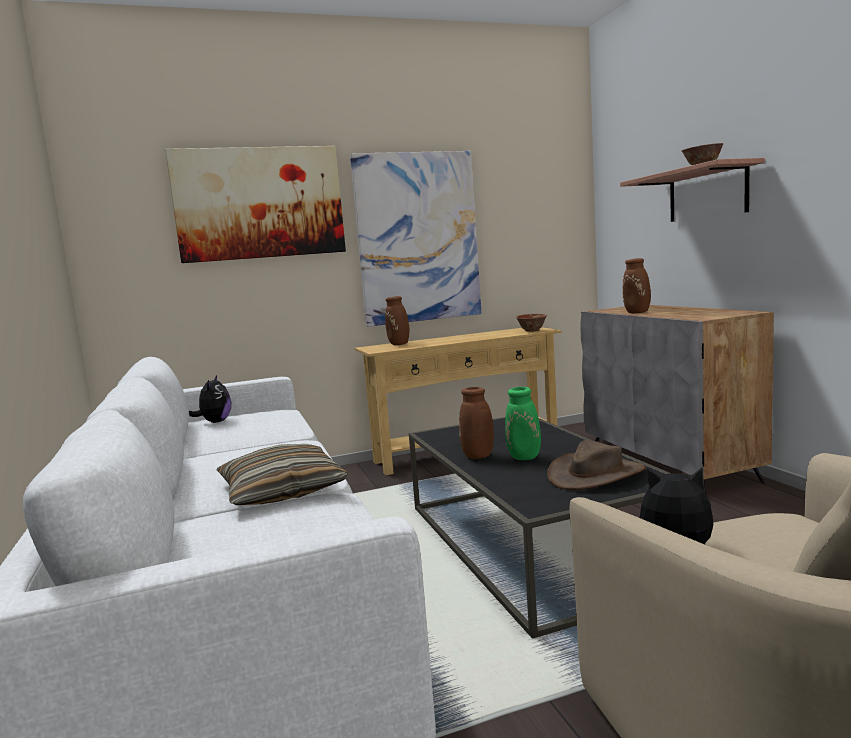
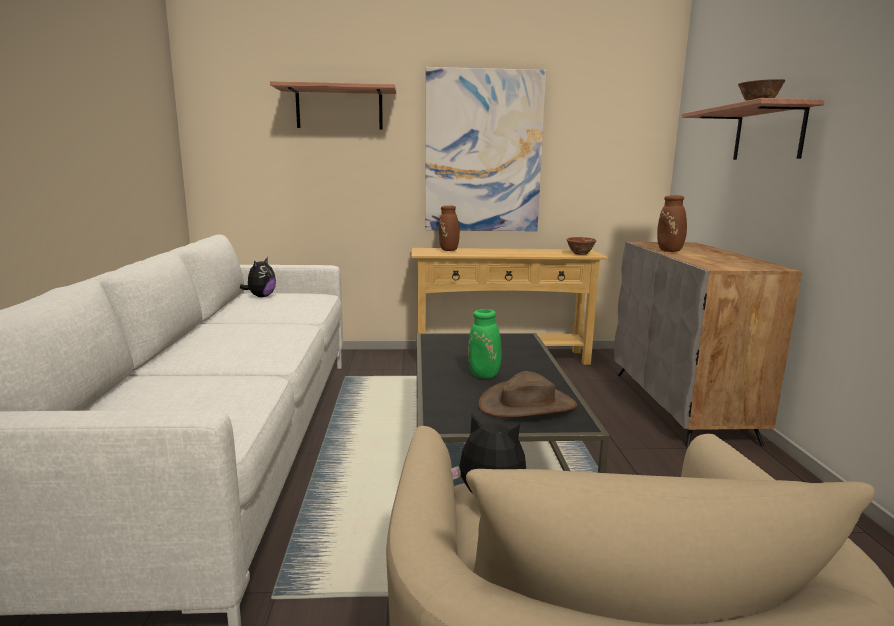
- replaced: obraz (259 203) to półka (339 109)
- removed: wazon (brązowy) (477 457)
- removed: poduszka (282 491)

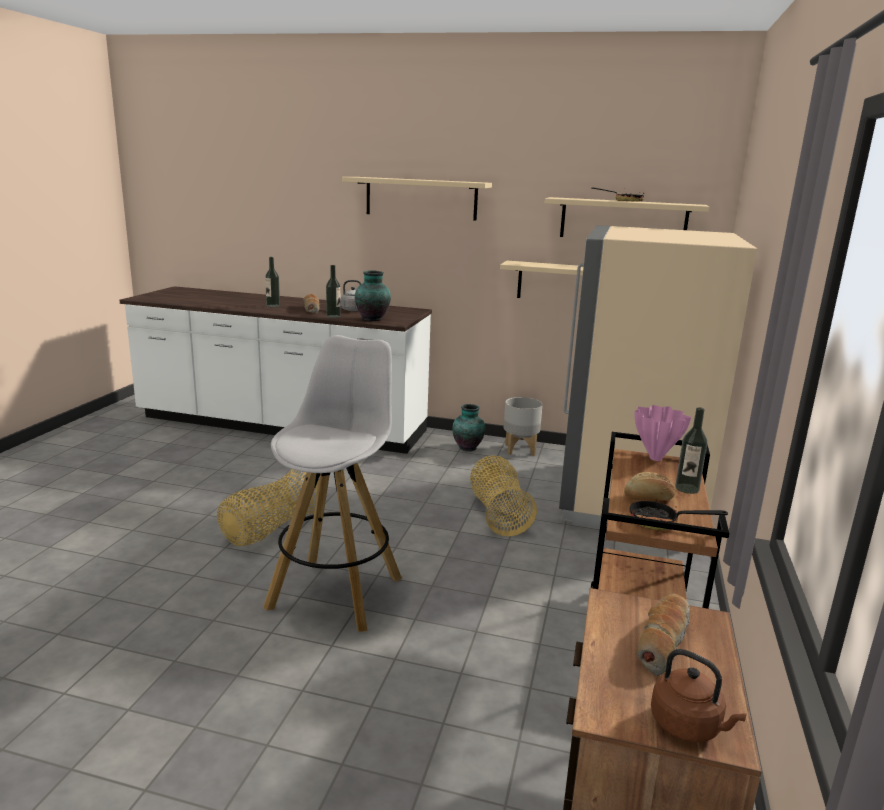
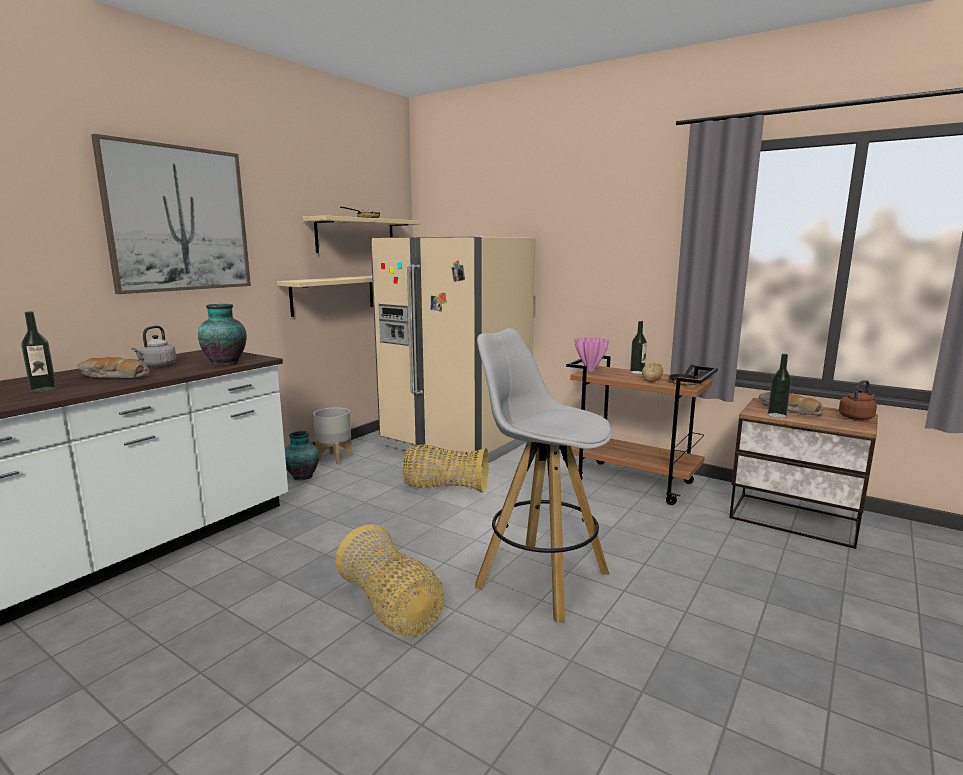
- replaced: półka (beżowy) (421 198) to obraz (178 219)
- moved: butelka (333 316) to (776 415)

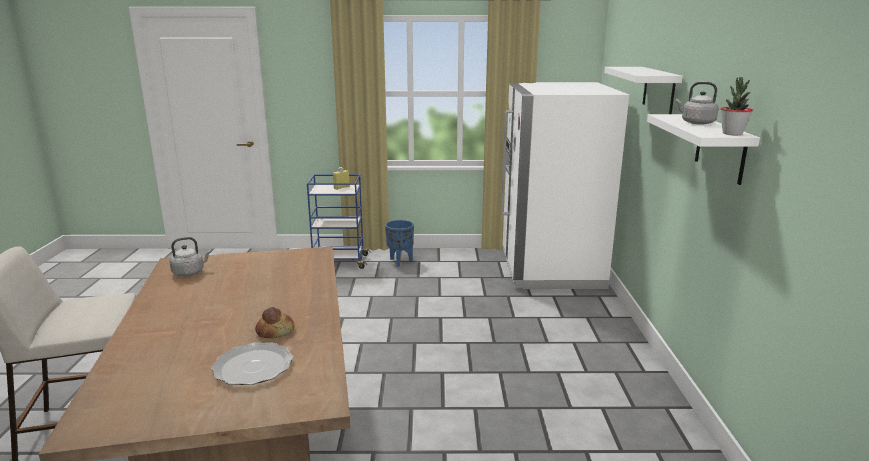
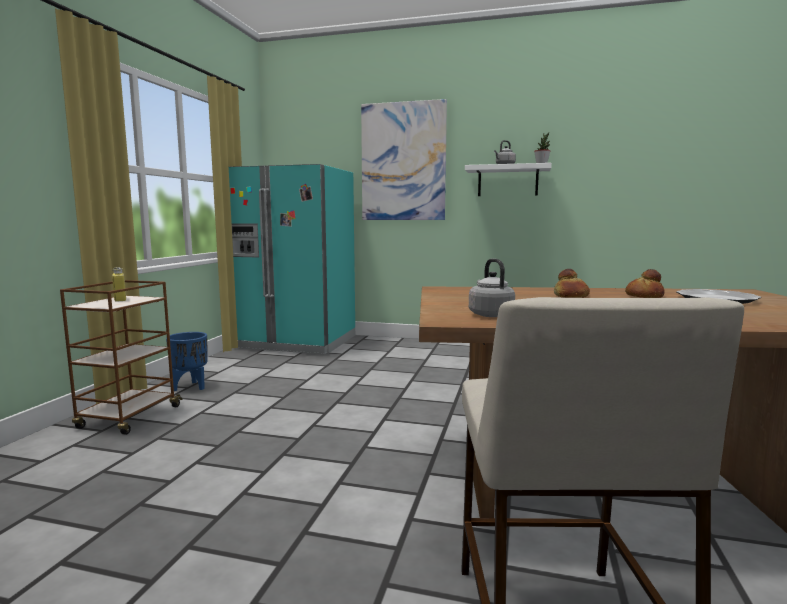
- replaced: półka (biały) (659 90) to obraz (403 162)
- recoloured: lodówka (biały) (549 268) to lodówka (turkusowy) (296 342)
- recoloured: wózek (niebieski) (339 261) to wózek (brązowy) (129 418)
- added: chleb (571 296)

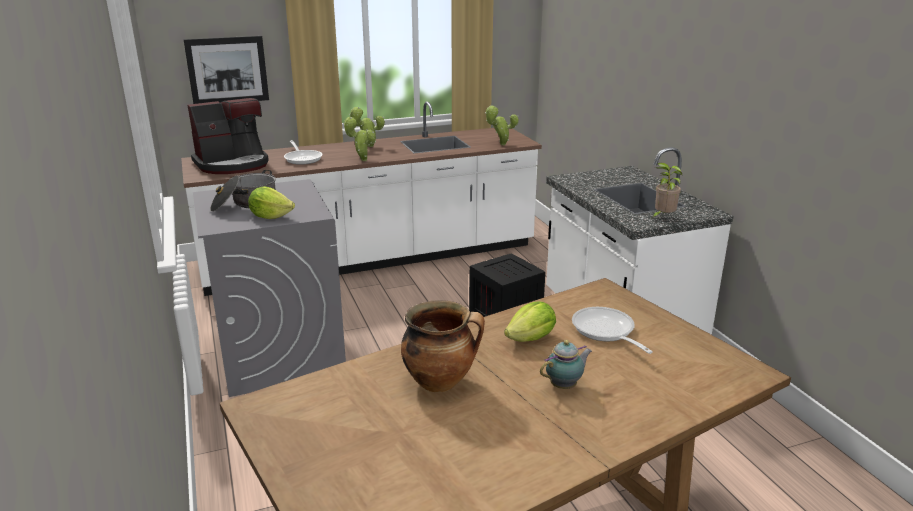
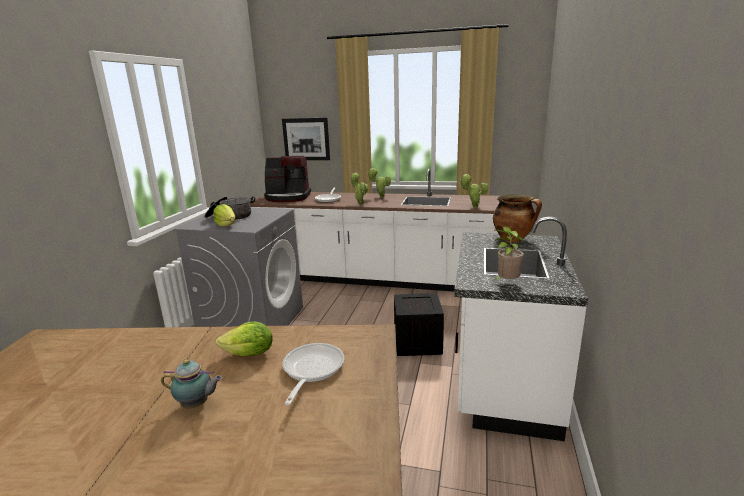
- moved: garnek (441 382) to (513 239)

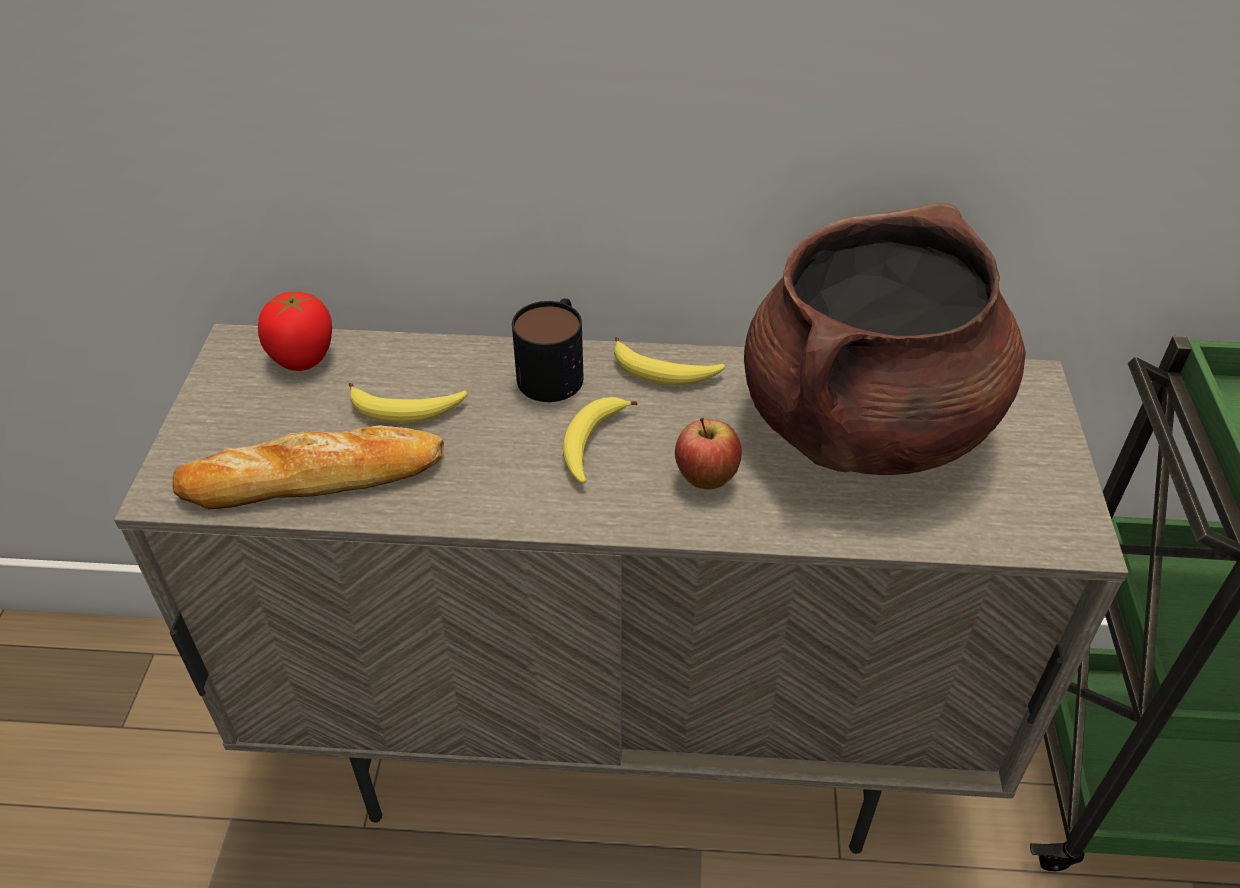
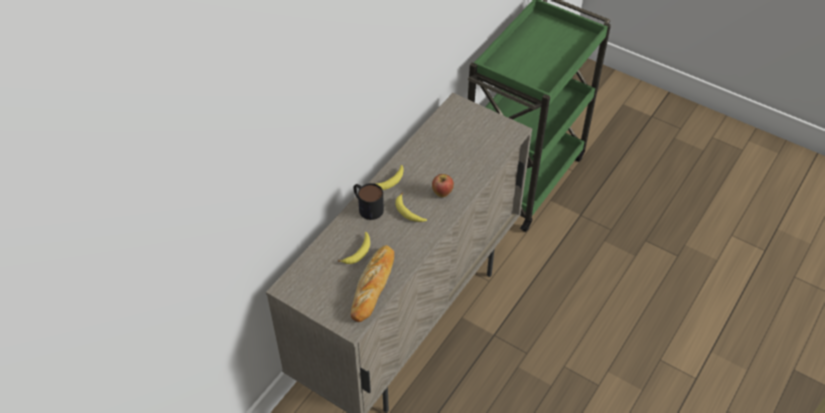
- removed: garnek (brązowy) (866 424)
- removed: pomidor (303 358)

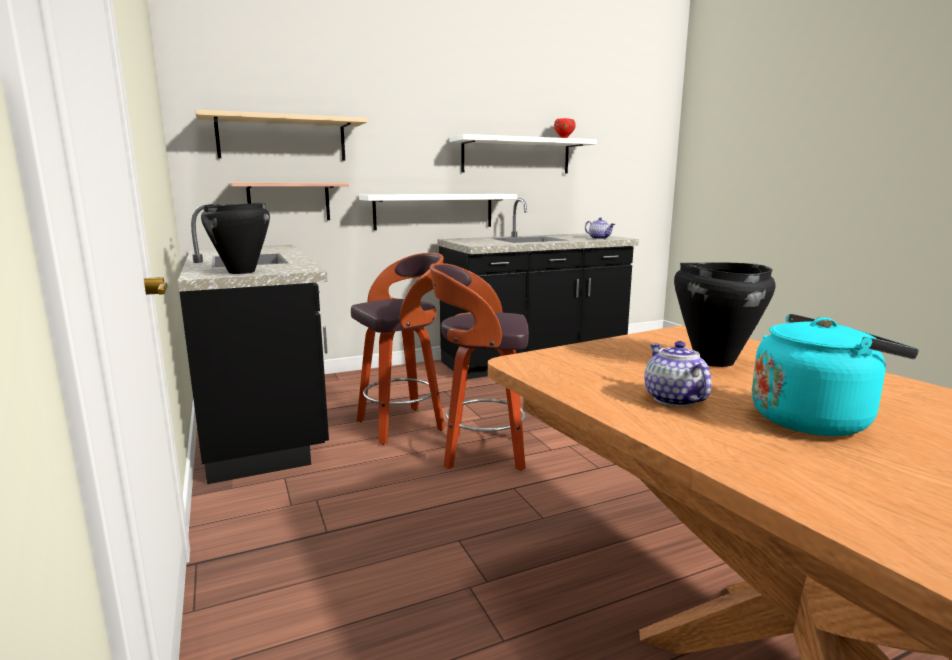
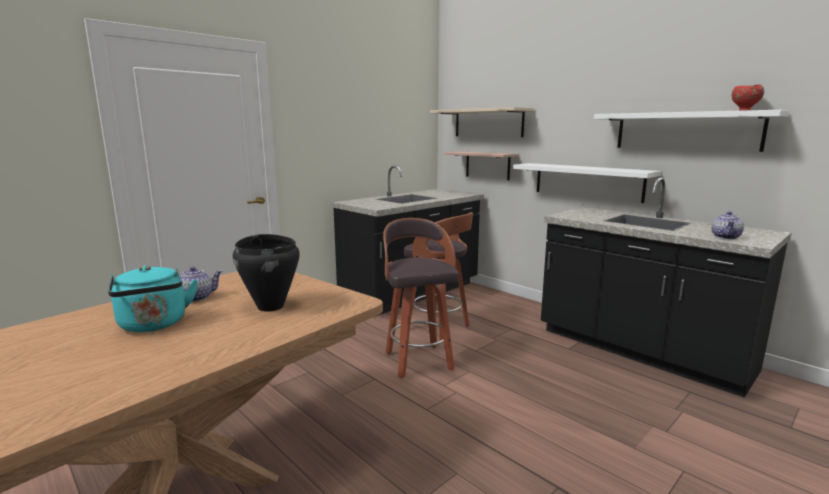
- removed: garnek (czarny) (241 272)

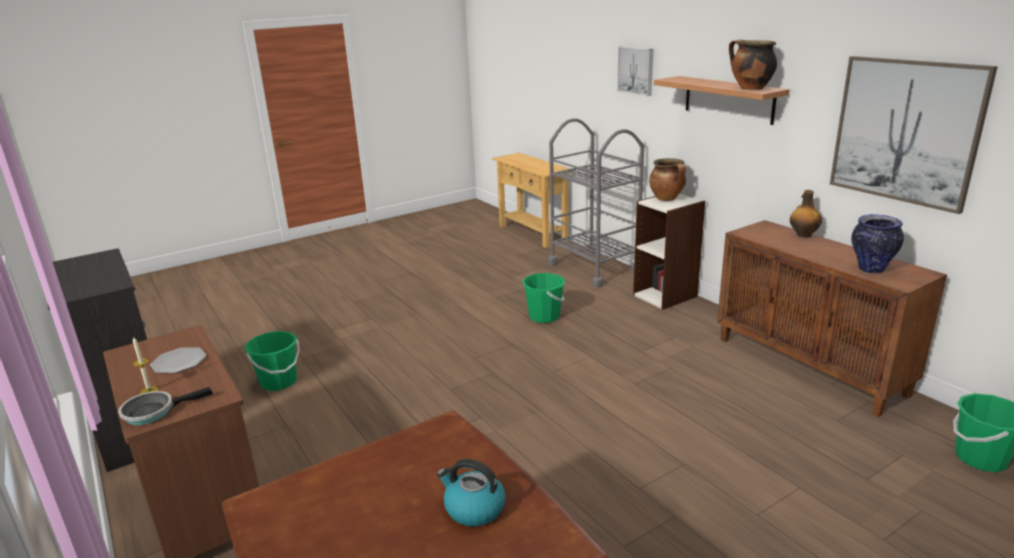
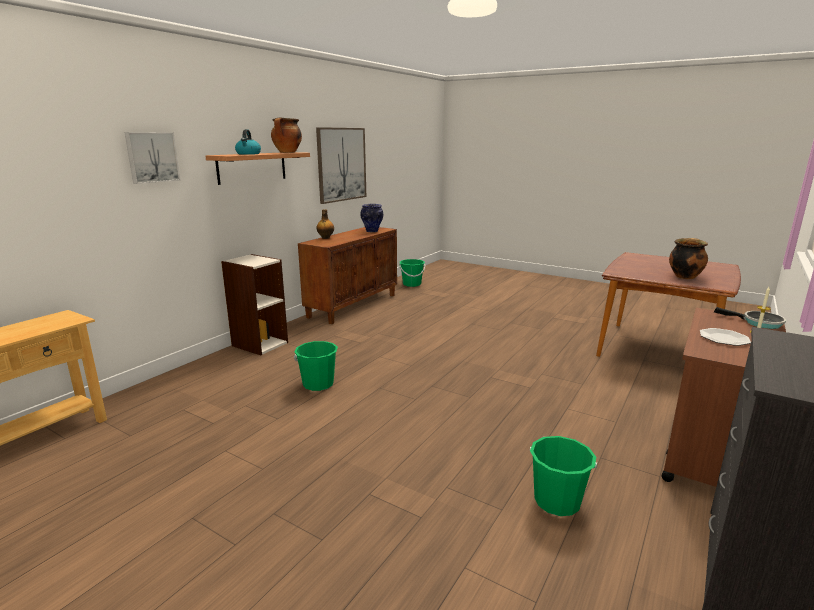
- removed: wózek (szary) (594 268)
- moved: garnek (667 199) to (684 276)
- moved: czajnik (473 509) to (248 154)

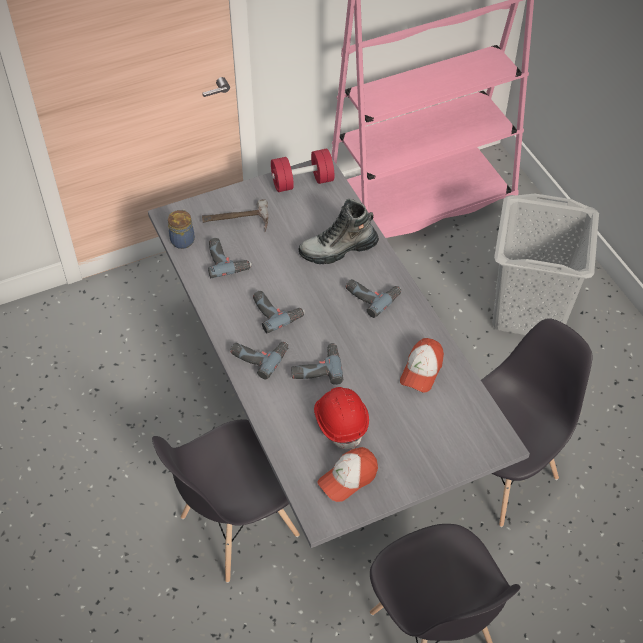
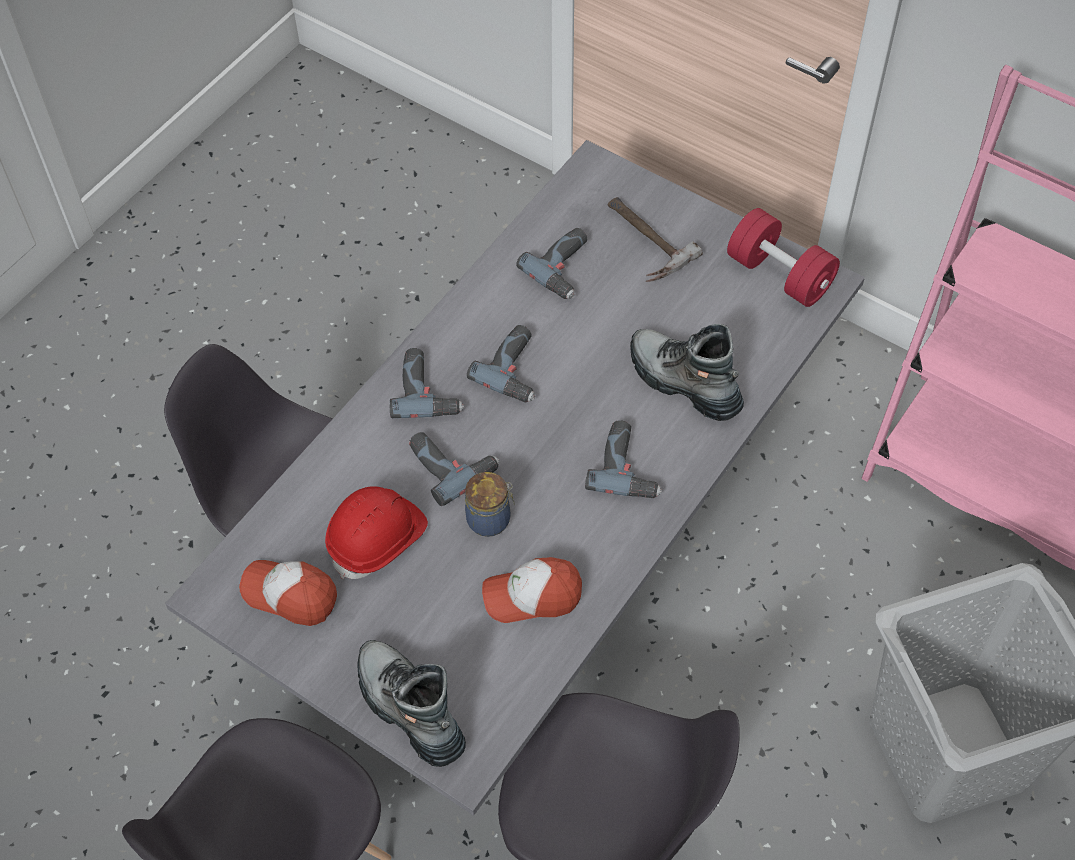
- moved: słoik (183 240) to (490 519)
- added: but z cholewką (409 708)

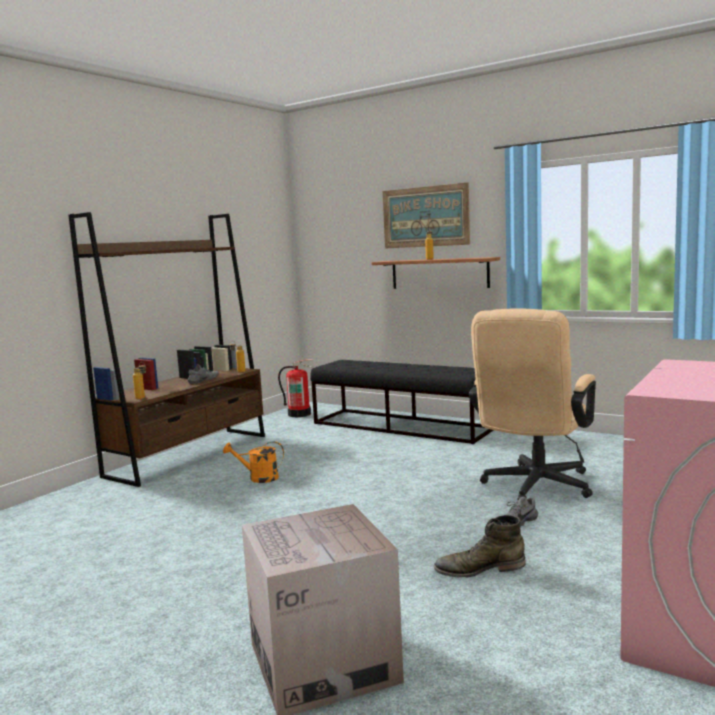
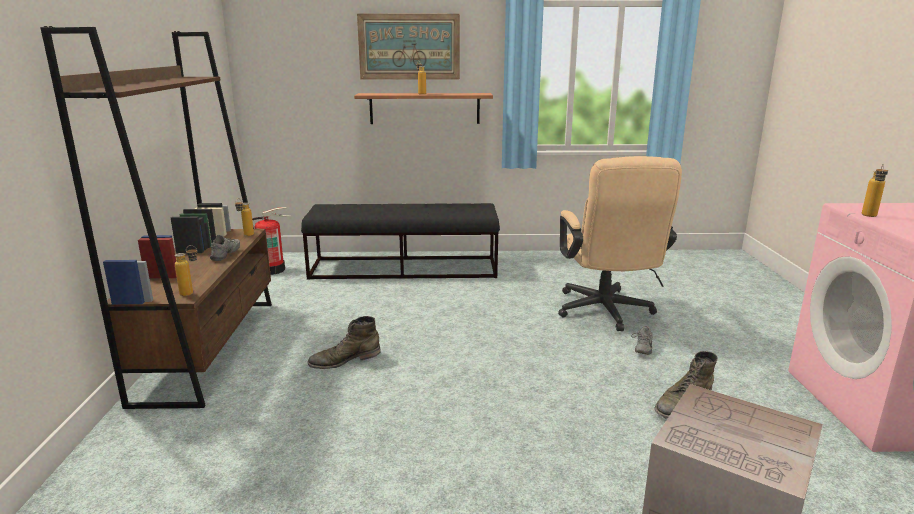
- replaced: konewka (pomarańczowy) (258 478) to but z cholewką (zielony) (344 359)
- added: butelka (869 216)

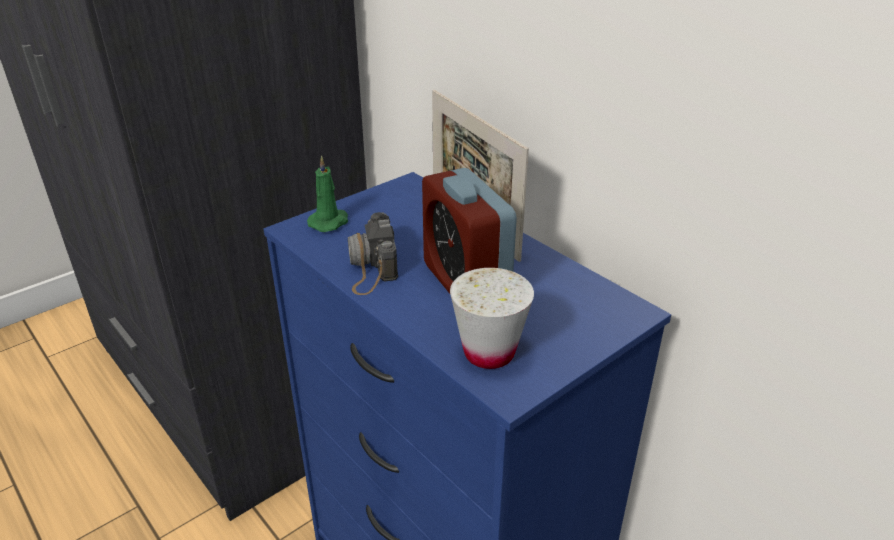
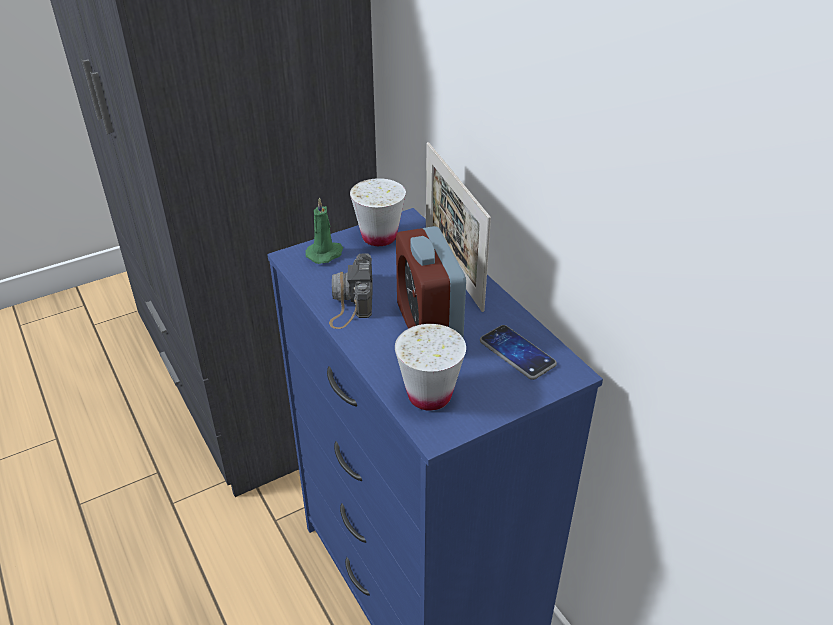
- added: filiżanka (biały) (379 237)
- added: telefon (517 353)

